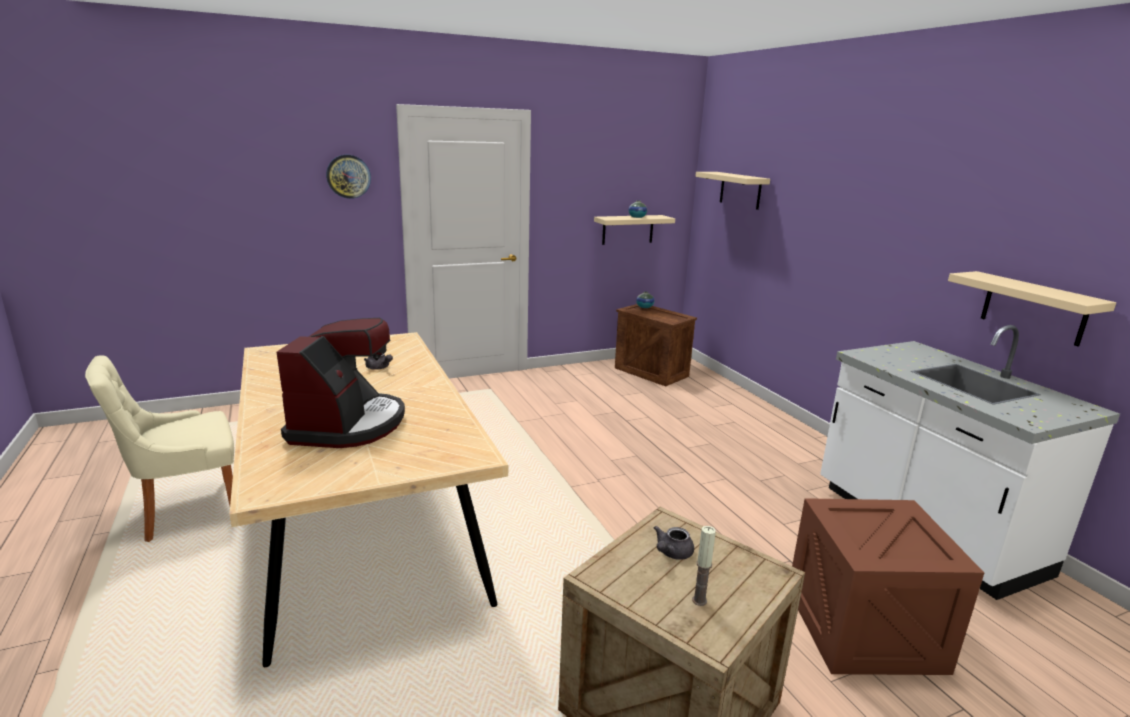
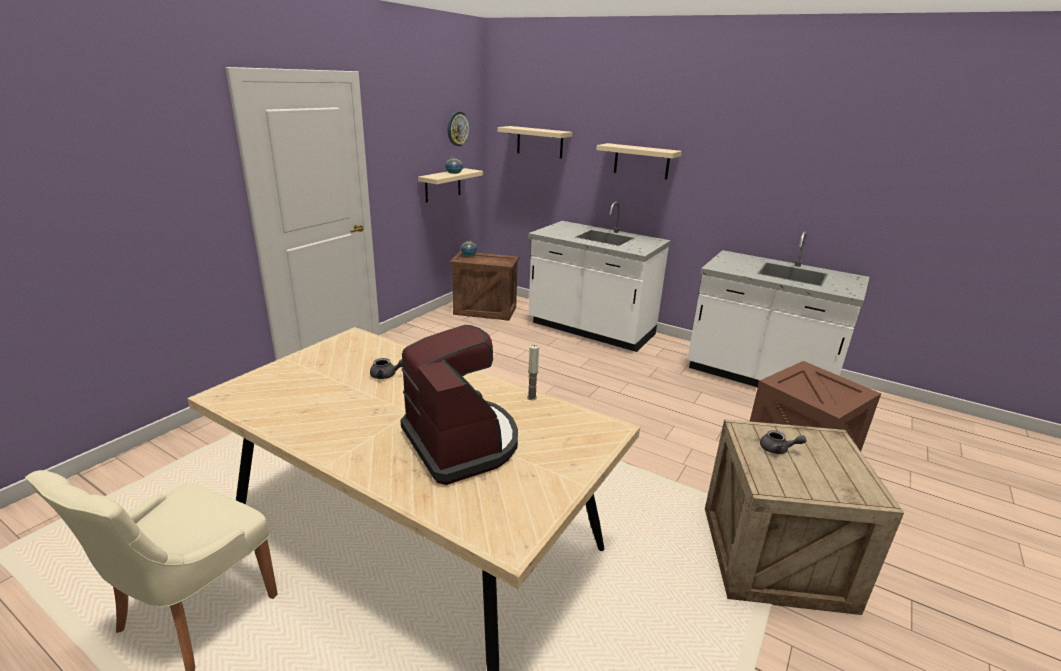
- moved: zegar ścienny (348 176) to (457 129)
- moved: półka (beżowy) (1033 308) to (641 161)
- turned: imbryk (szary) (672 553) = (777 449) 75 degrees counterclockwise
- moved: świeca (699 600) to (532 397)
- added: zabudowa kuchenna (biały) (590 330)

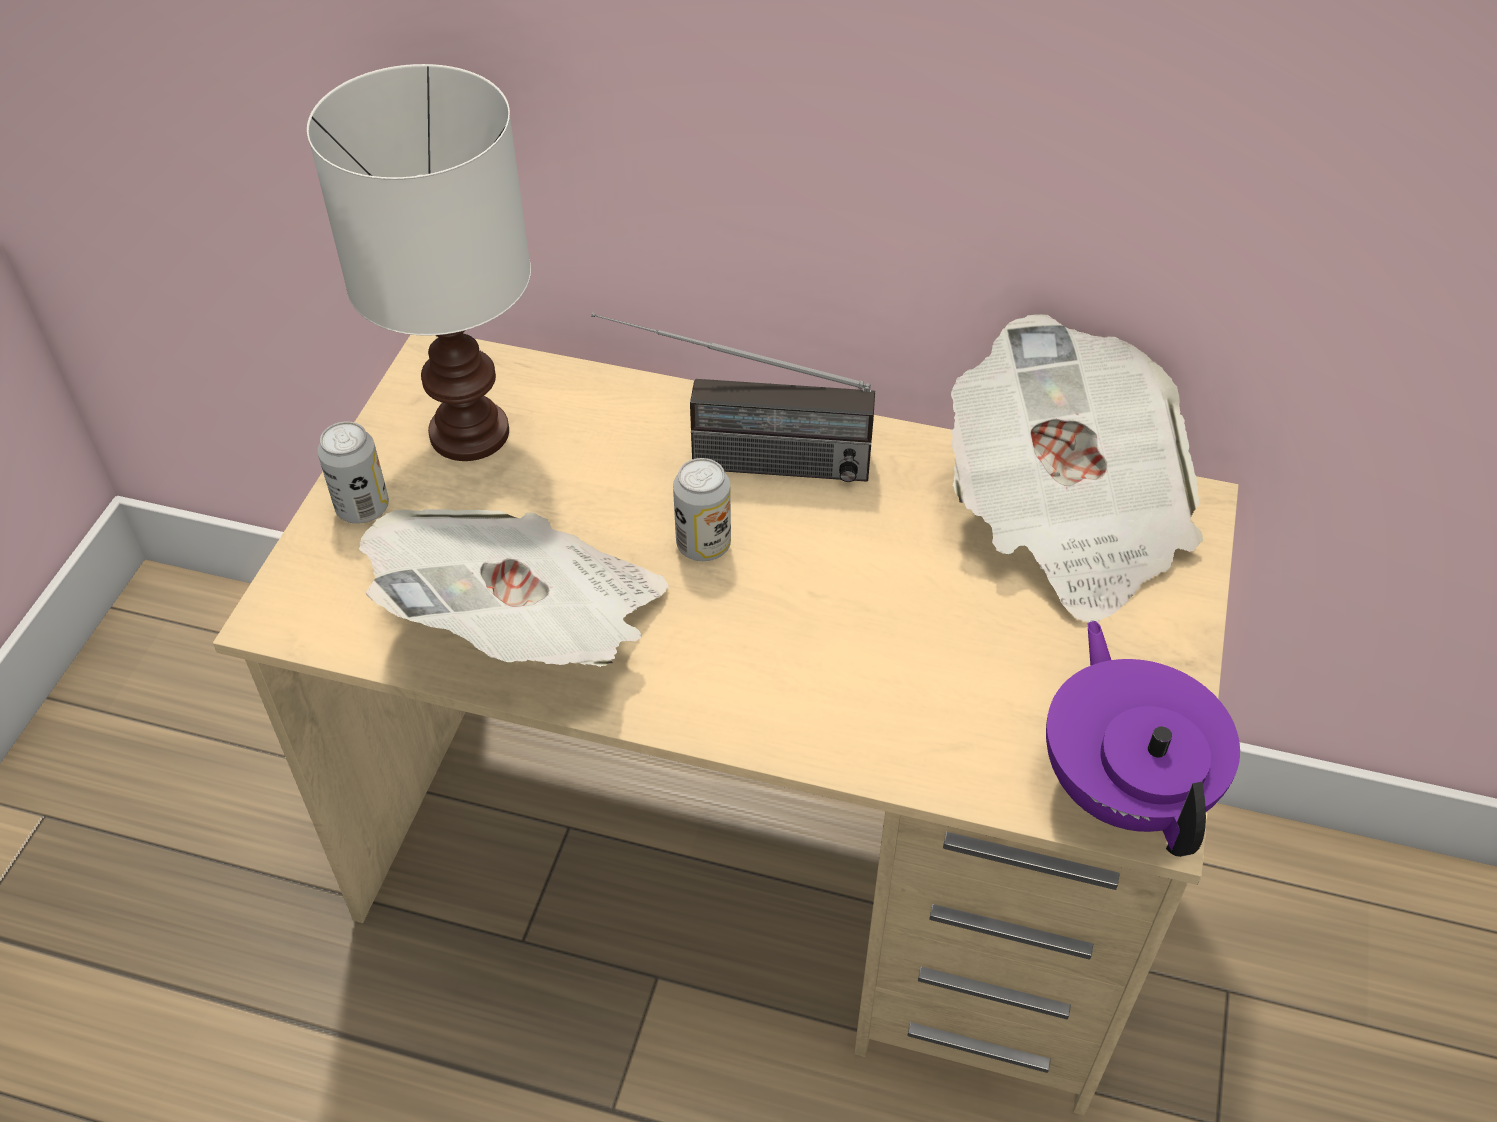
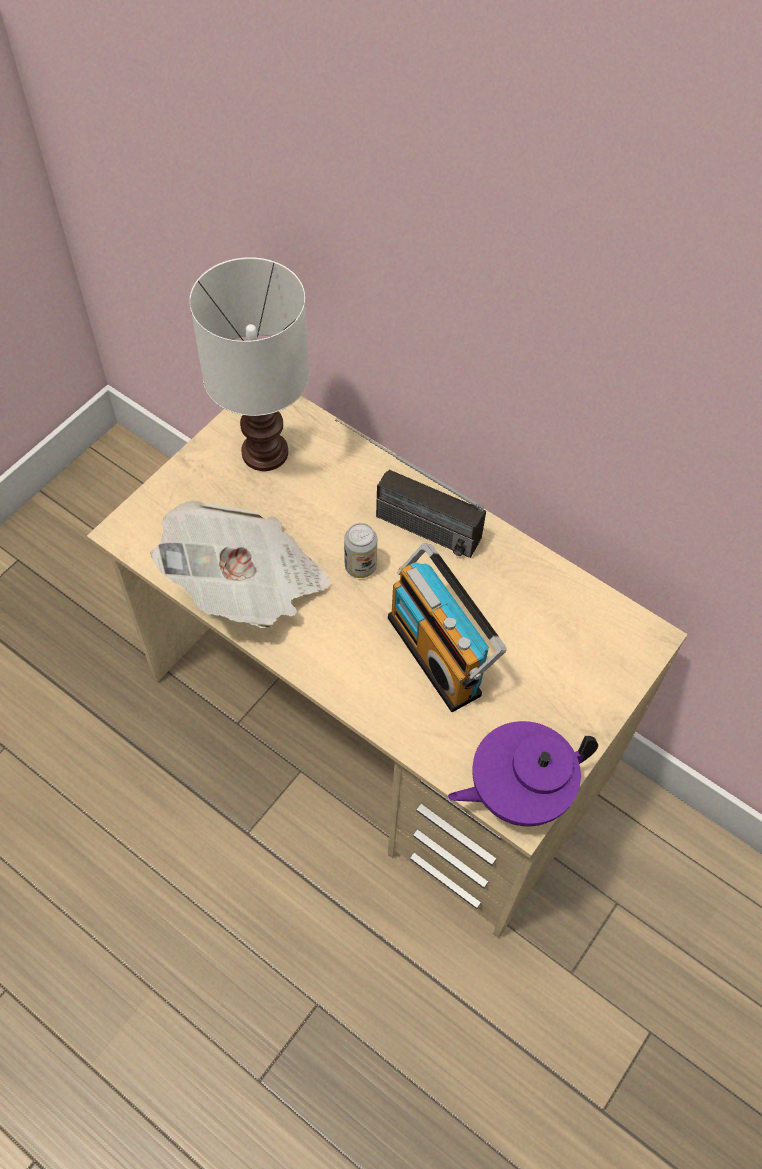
- removed: gazeta (1066 517)
- removed: puszka (363 508)
- turned: imbryk (fioletowy) (1124 786) = (517 790) 120 degrees counterclockwise
- added: radio (439 653)

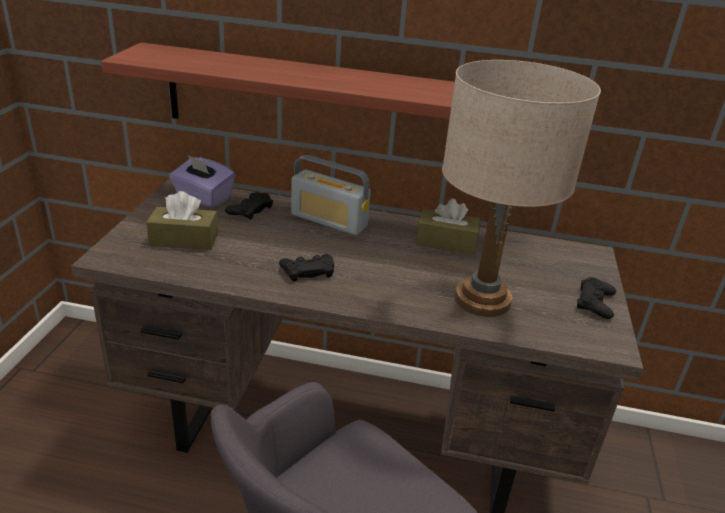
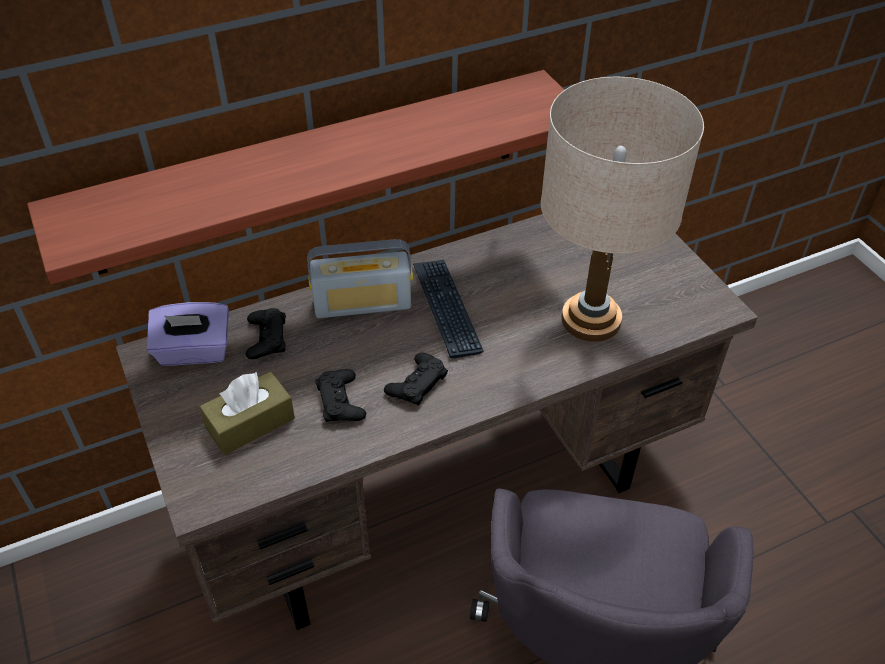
- removed: pudełko chusteczek (brązowy) (446 242)
- moved: pad do gier (czarny) (595 302) to (340 401)
- added: klawiatura (446 308)

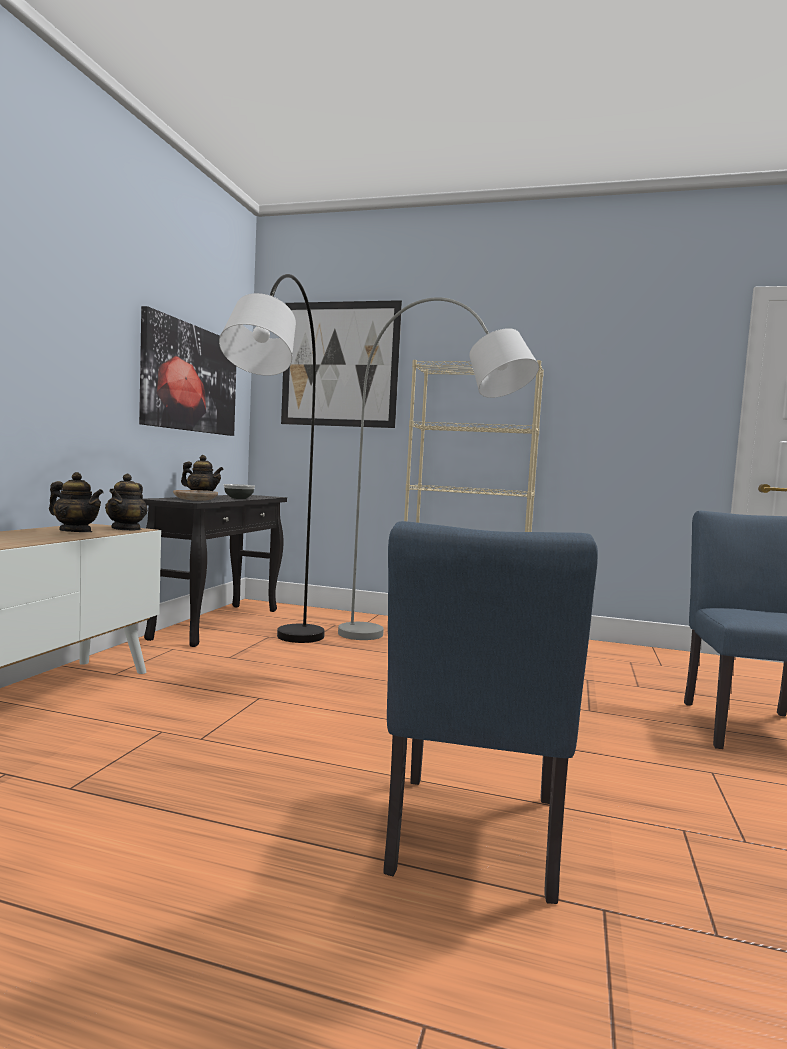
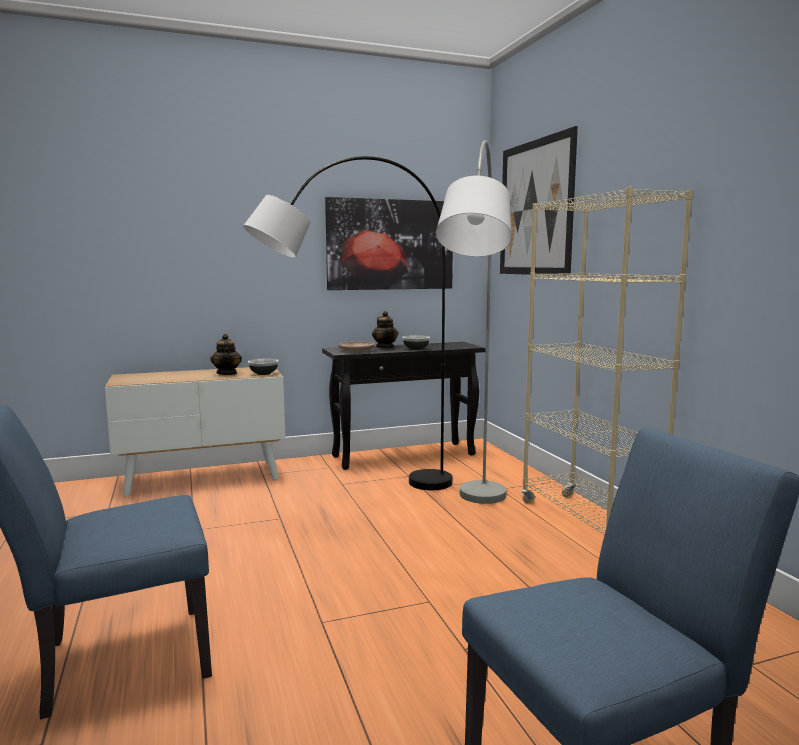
- replaced: imbryk (126 529) to miska (264 373)

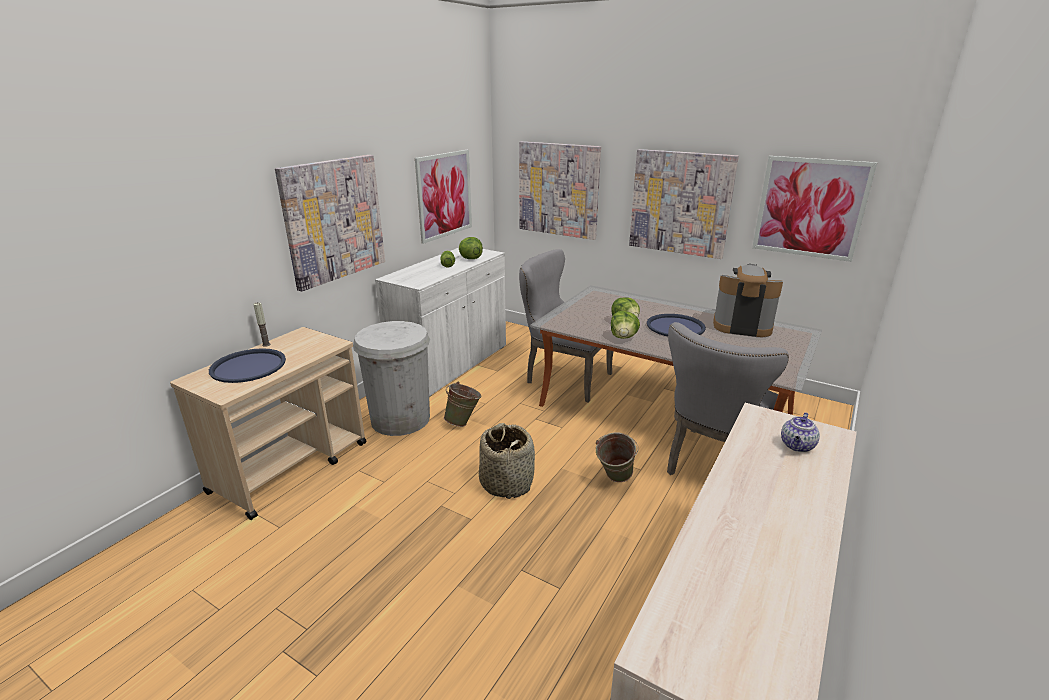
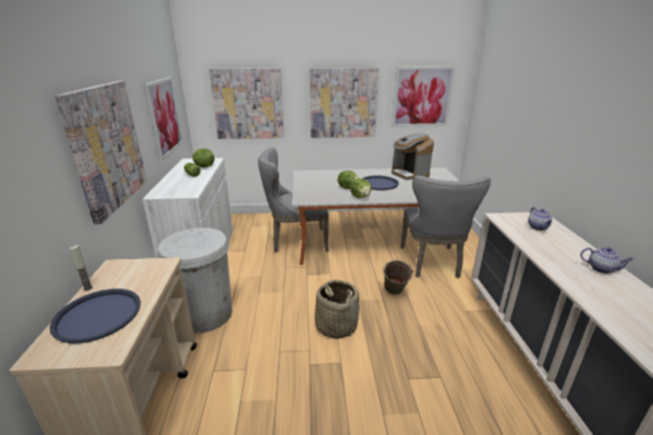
- turned: ekspres do kawy (742 326) = (409 174) 105 degrees counterclockwise
- removed: wiadro (zielony) (463 422)
- added: imbryk (602 269)

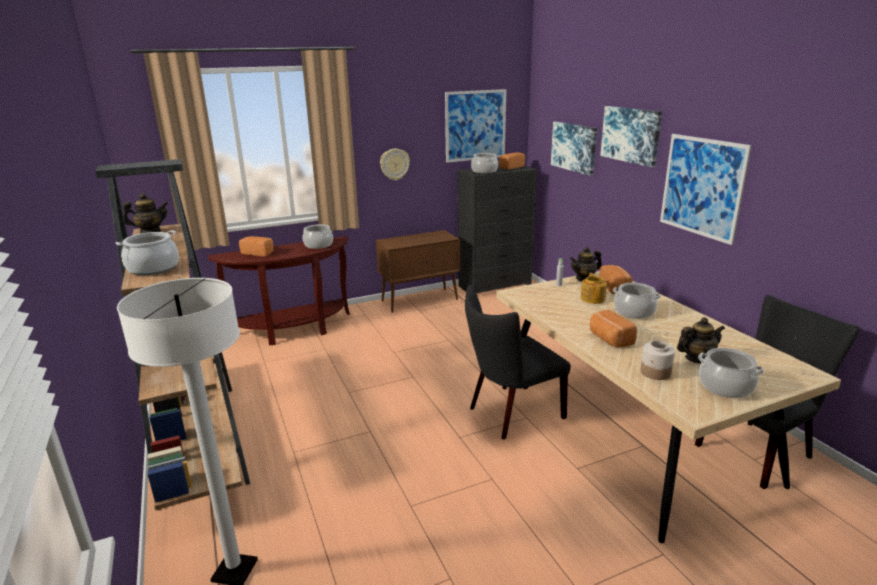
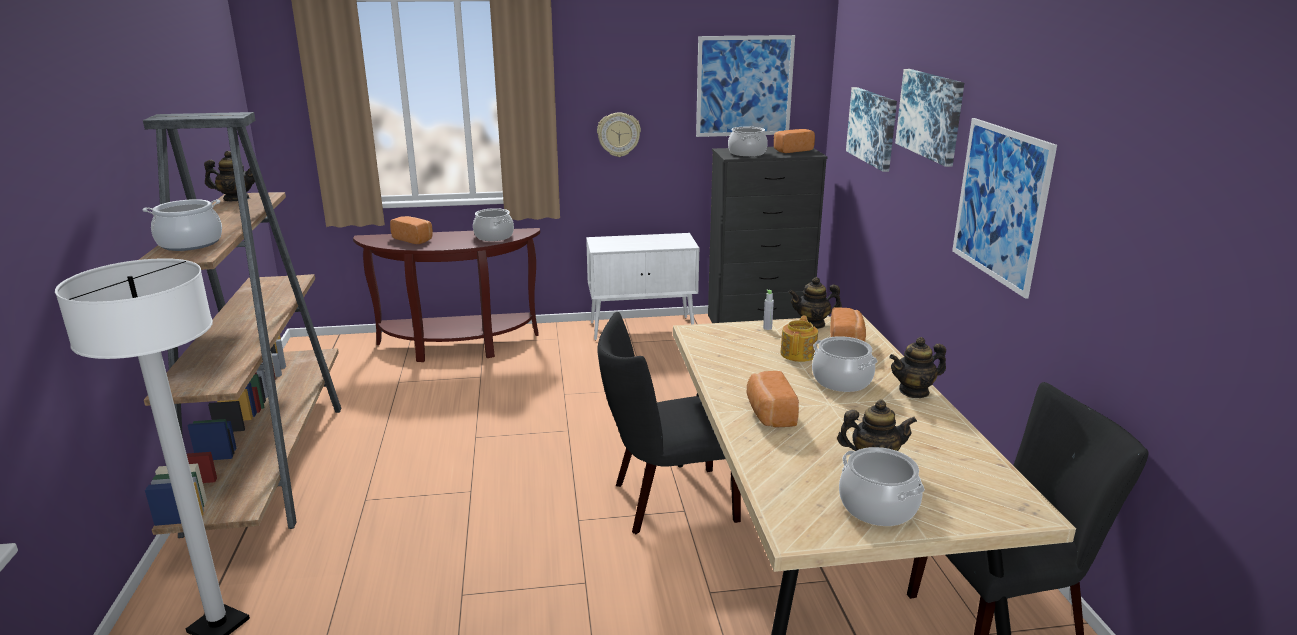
- recoloured: szafka (brązowy) (420 300) to szafka (biały) (643 328)
- removed: słoik (655 372)
- added: imbryk (914 391)

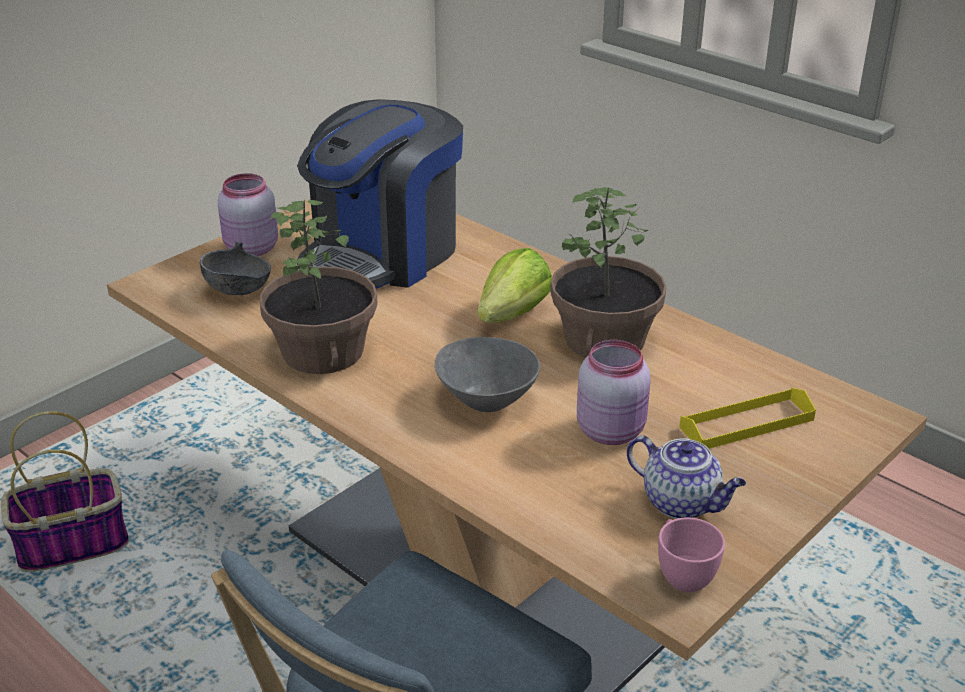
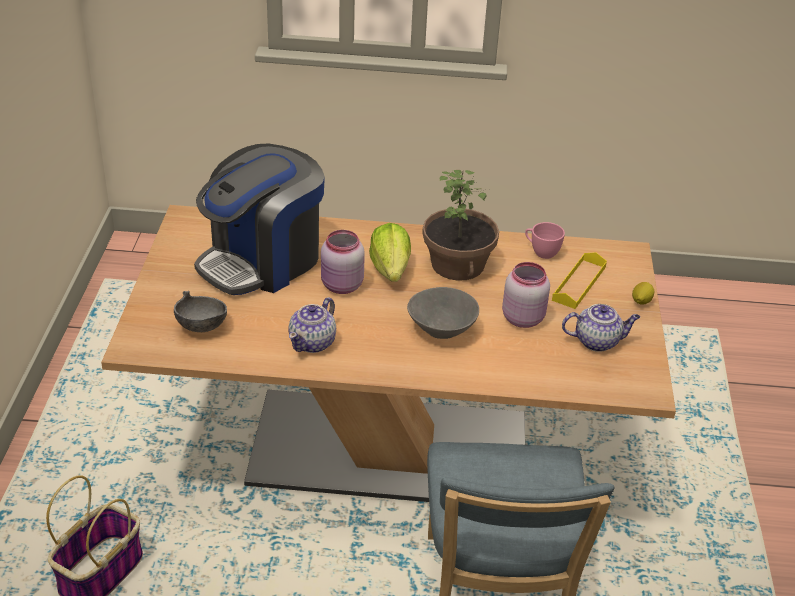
- turned: ekspres do kawy (383 254) = (262 261) 45 degrees clockwise
- moved: słoik (różowy) (250 249) to (341 286)
- replaced: roślina doniczkowa (324 351) to imbryk (313 342)
- moved: filiżanka (różowy) (682 574) to (541 252)
- added: cytryna (640 302)

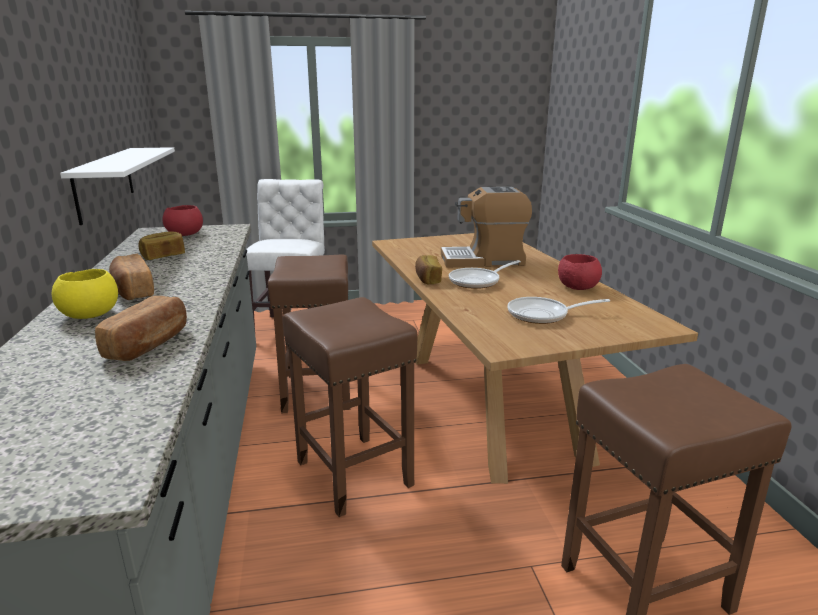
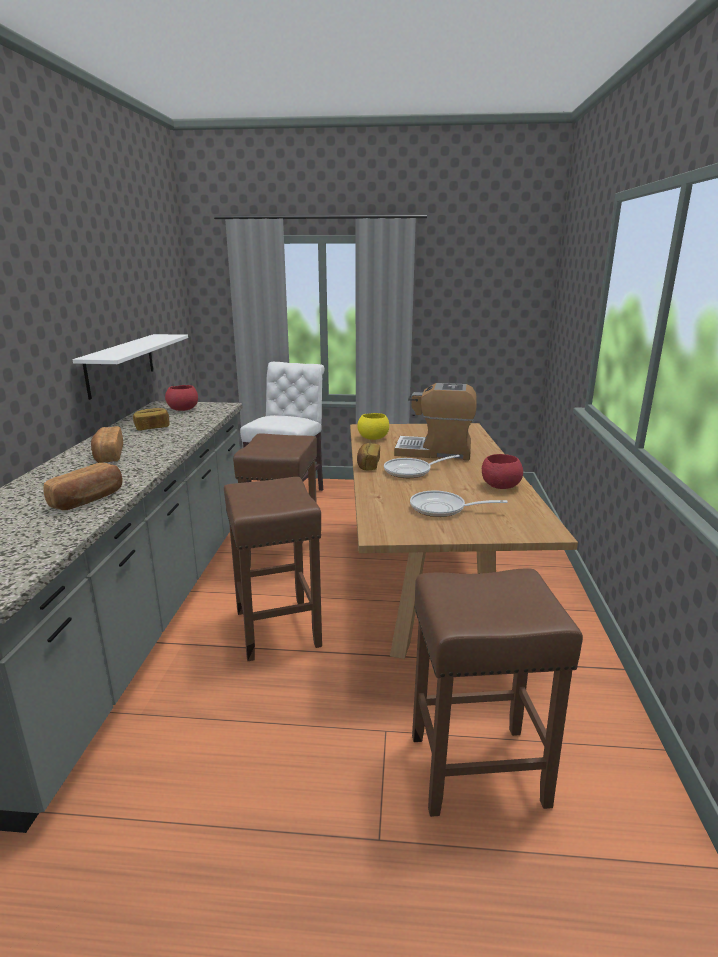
- moved: miska (żółty) (91 314) to (373 438)

